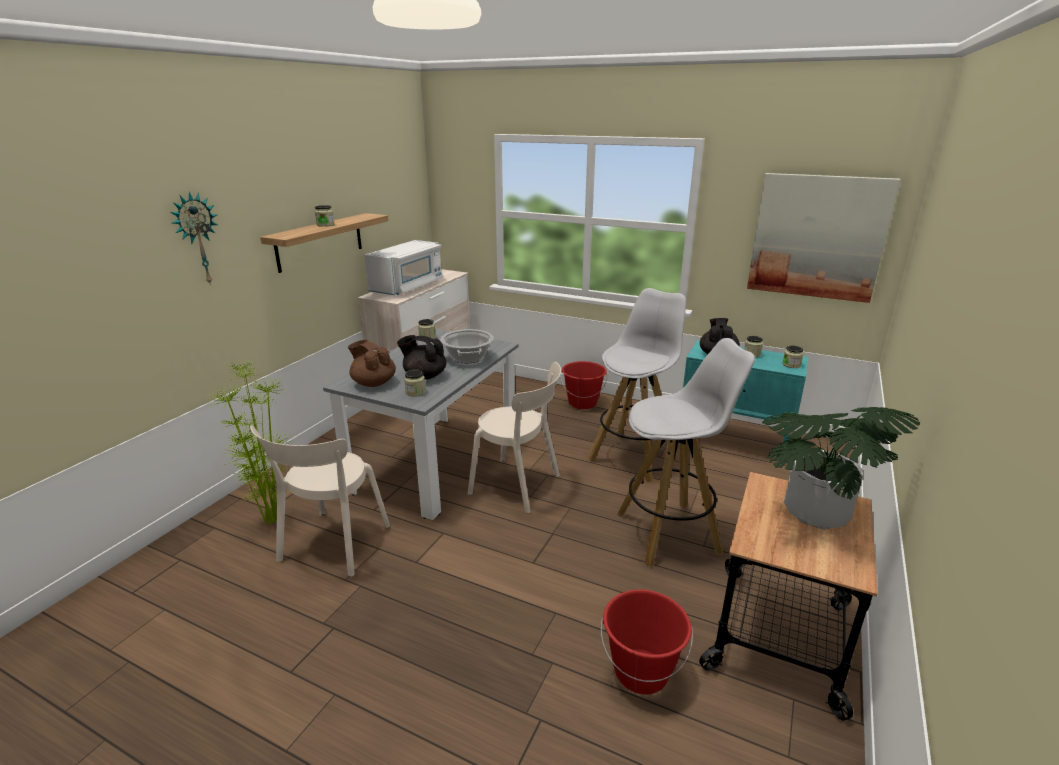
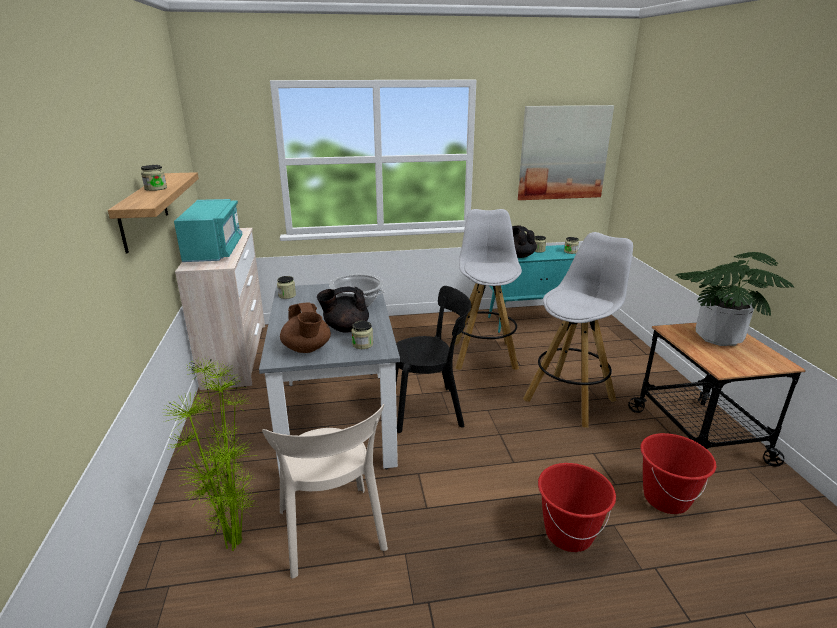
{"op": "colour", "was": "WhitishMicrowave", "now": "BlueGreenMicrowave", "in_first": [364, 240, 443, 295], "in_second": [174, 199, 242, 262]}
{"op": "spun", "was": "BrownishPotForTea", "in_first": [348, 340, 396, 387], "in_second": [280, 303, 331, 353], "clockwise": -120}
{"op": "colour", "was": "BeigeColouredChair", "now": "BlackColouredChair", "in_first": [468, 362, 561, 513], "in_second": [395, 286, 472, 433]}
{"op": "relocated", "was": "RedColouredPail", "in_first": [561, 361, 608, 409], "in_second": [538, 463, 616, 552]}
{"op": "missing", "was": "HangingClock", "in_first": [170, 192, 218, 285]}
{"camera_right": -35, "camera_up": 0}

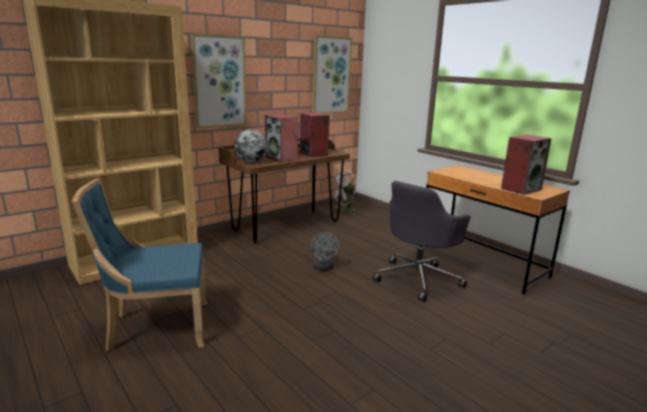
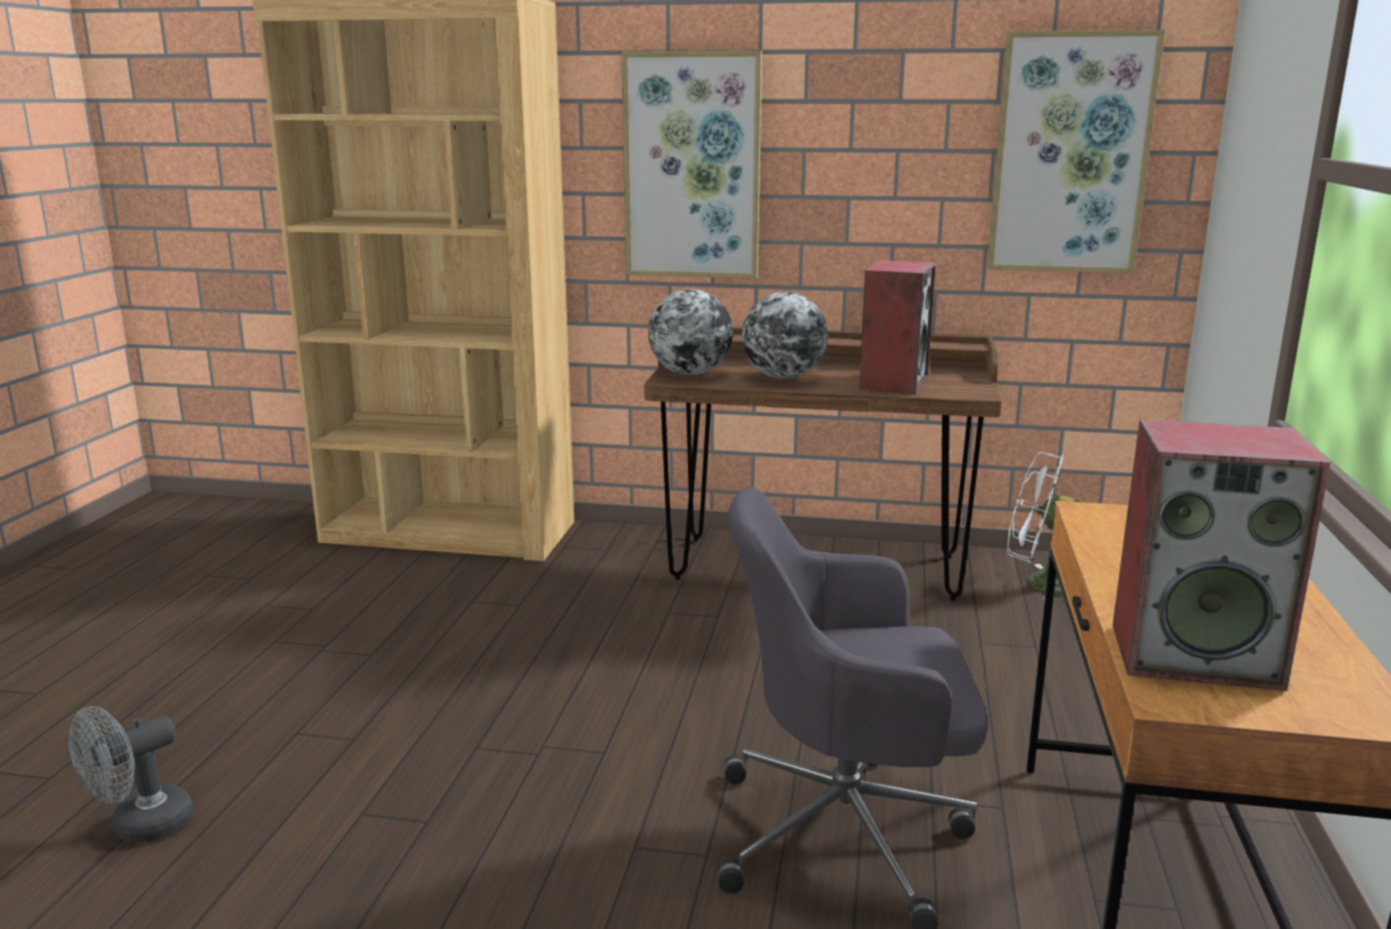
{"op": "relocated", "was": "GreyElectricFan", "in_first": [311, 232, 339, 271], "in_second": [69, 706, 194, 843]}
{"op": "exchanged", "was": "Speaker", "now": "DeskGlobe", "in_first": [265, 114, 298, 162], "in_second": [742, 292, 828, 379]}
{"op": "missing", "was": "BluishChair", "in_first": [72, 179, 207, 351]}
{"camera_right": 50, "camera_up": 0}

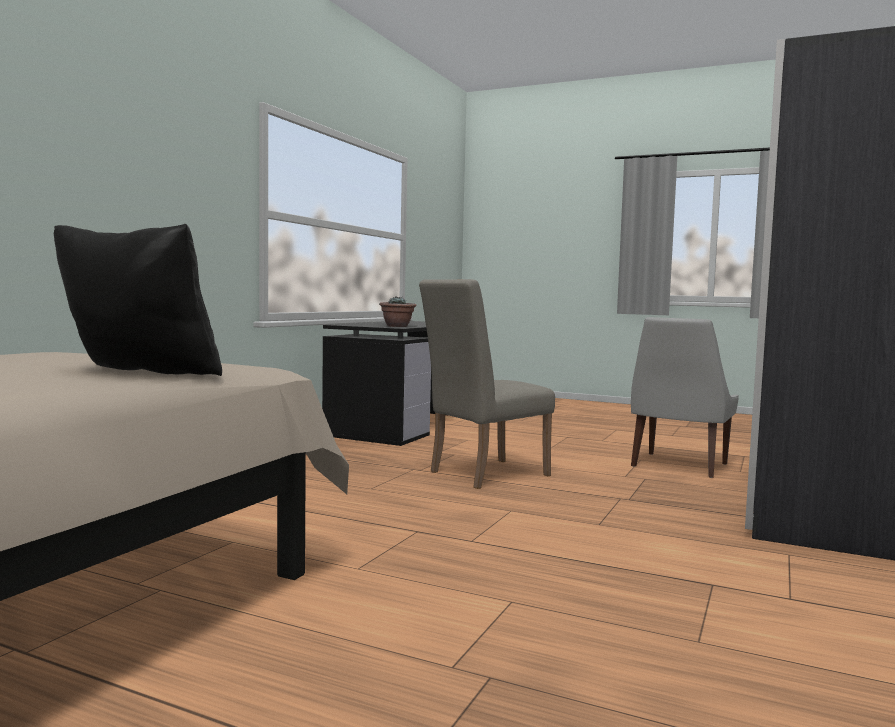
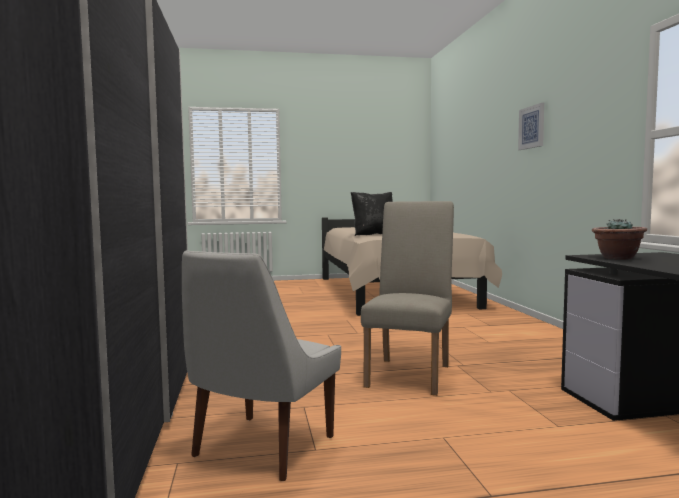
{"op": "spun", "was": "WhitishChair", "in_first": [631, 317, 739, 478], "in_second": [182, 251, 341, 481], "clockwise": -150}
{"op": "appeared", "now": "Picture", "in_second": [518, 103, 544, 150]}
{"camera_right": 145, "camera_up": 0}

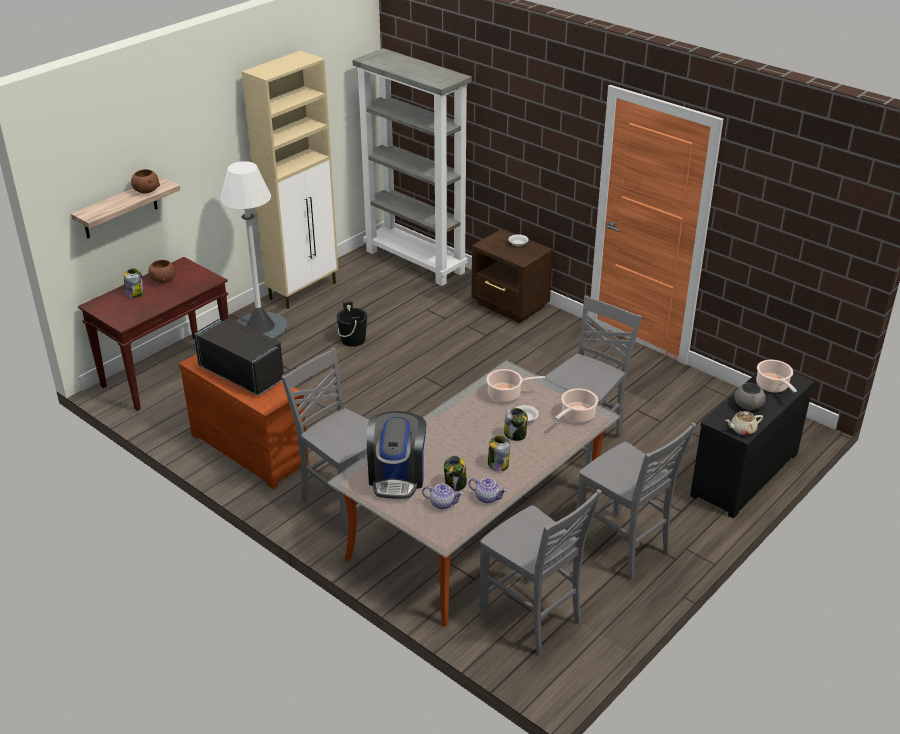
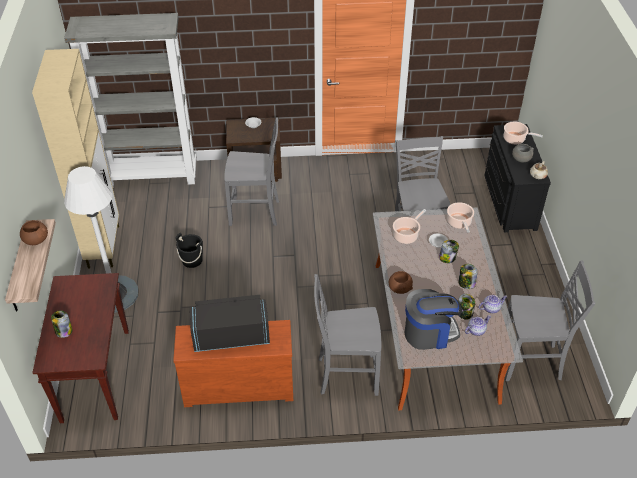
{"op": "relocated", "was": "GreyChair", "in_first": [575, 422, 696, 580], "in_second": [224, 117, 279, 226]}
{"op": "relocated", "was": "BrownishServingBowl", "in_first": [148, 260, 175, 283], "in_second": [389, 271, 413, 294]}
{"op": "spun", "was": "CoffeeBrewer", "in_first": [367, 411, 426, 499], "in_second": [405, 289, 462, 350], "clockwise": -60}
{"camera_right": -45, "camera_up": 10}

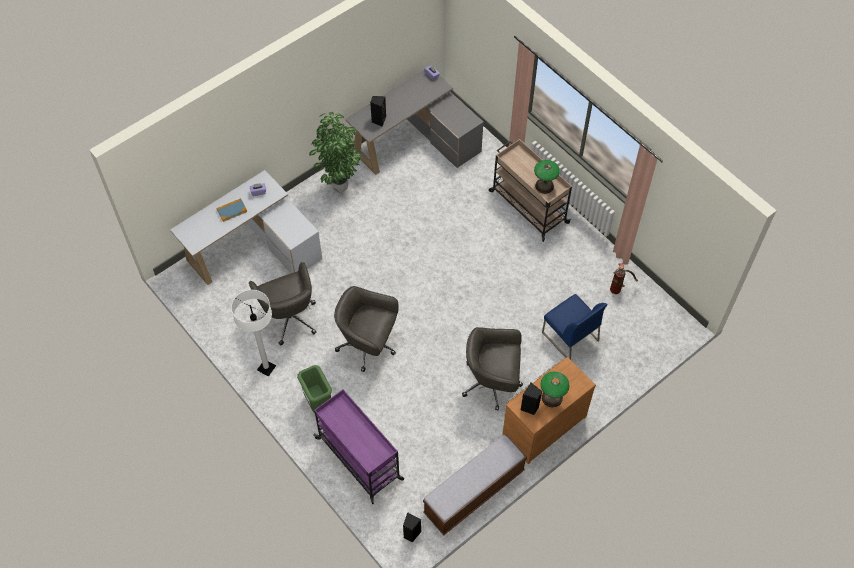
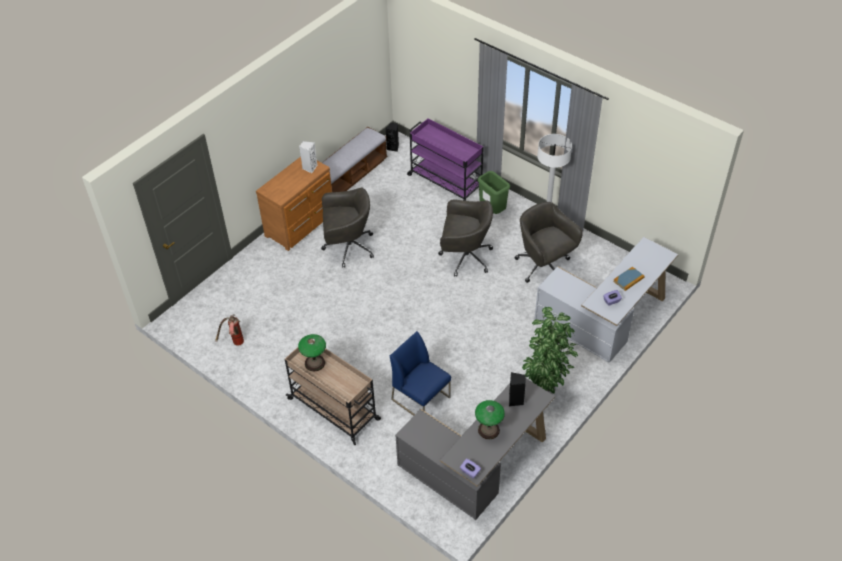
{"op": "colour", "was": "BlackColouredSpeaker", "now": "WhitishSpeaker", "in_first": [521, 383, 542, 415], "in_second": [299, 141, 317, 173]}
{"op": "relocated", "was": "BluishChair", "in_first": [542, 294, 608, 360], "in_second": [390, 331, 451, 416]}
{"op": "relocated", "was": "LampForATable", "in_first": [540, 371, 569, 407], "in_second": [475, 400, 505, 439]}
{"camera_right": 170, "camera_up": -10}

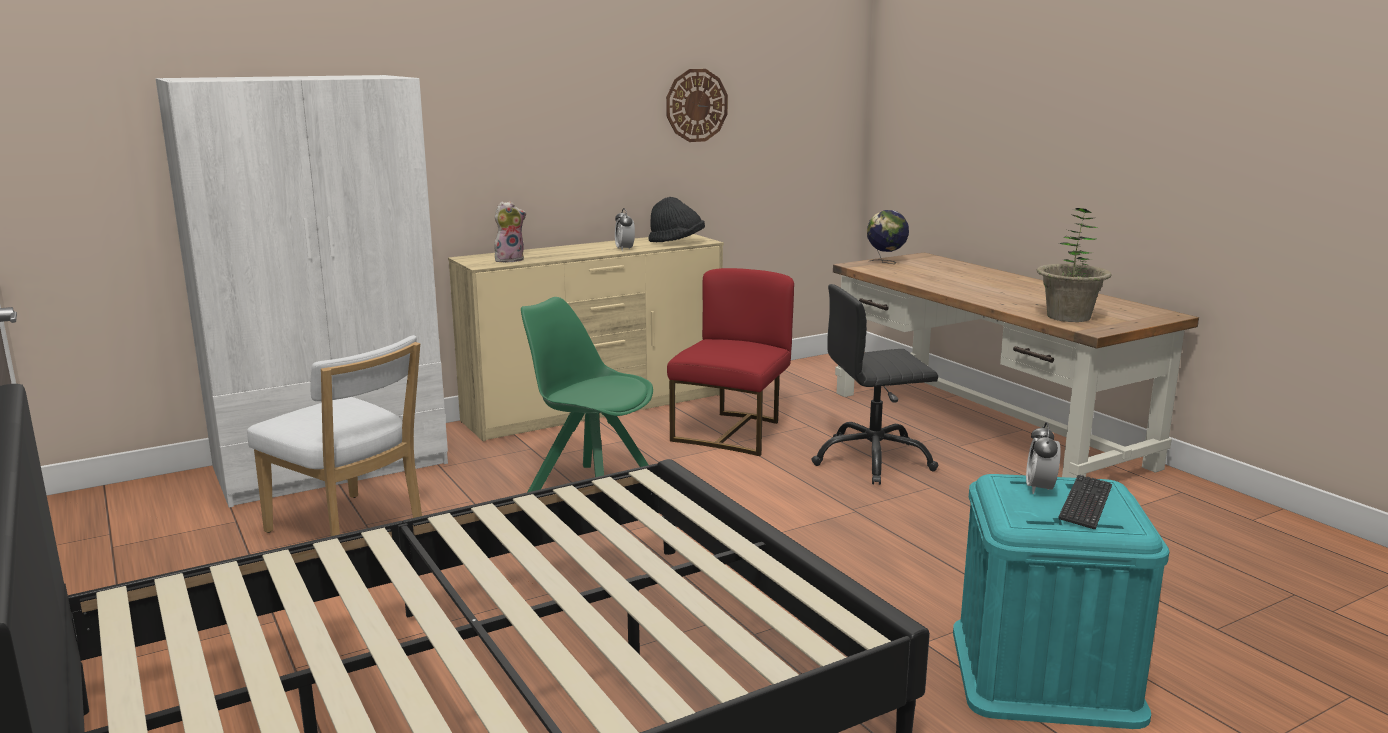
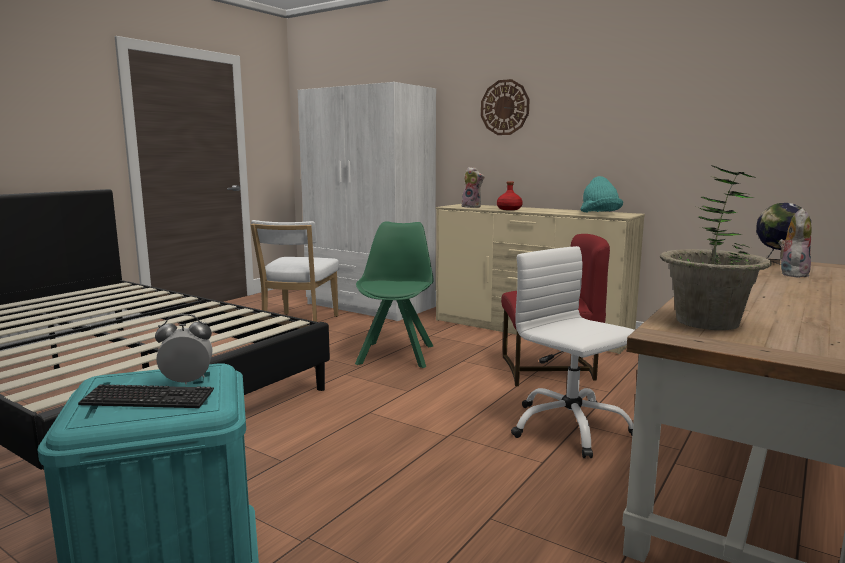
{"op": "relocated", "was": "HangingClock", "in_first": [666, 69, 728, 142], "in_second": [481, 79, 530, 135]}
{"op": "appeared", "now": "RedColouredBottle", "in_second": [497, 181, 523, 210]}
{"op": "colour", "was": "BlackColouredDeskChair", "now": "WhitishDeskChair", "in_first": [811, 284, 939, 485], "in_second": [511, 246, 635, 458]}
{"op": "colour", "was": "BlackColouredWearableHat", "now": "BlueGreenWearableHat", "in_first": [648, 197, 705, 242], "in_second": [581, 176, 623, 213]}
{"op": "appeared", "now": "CuddlyToy", "in_second": [779, 208, 812, 277]}
{"op": "missing", "was": "BedsideClock", "in_first": [615, 208, 635, 251]}
{"camera_right": 65, "camera_up": -5}

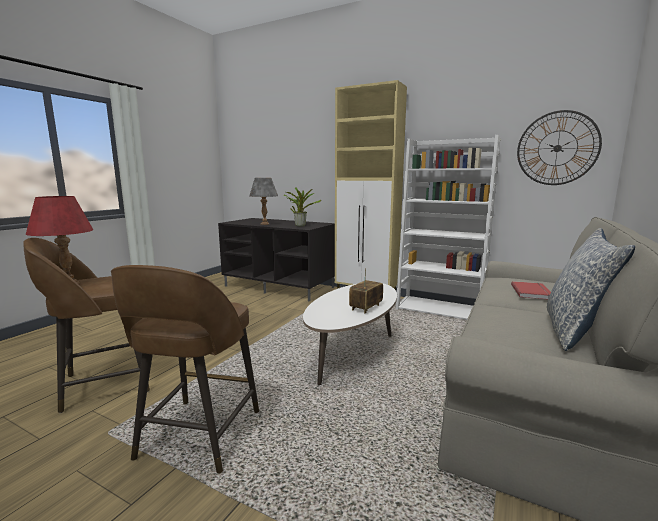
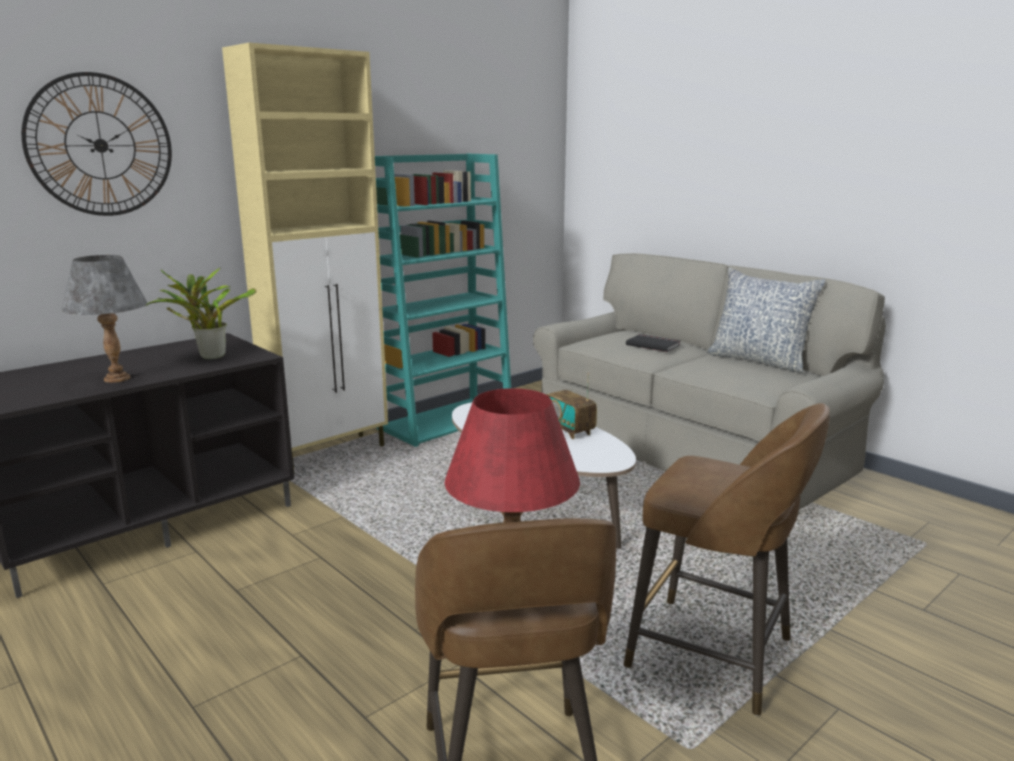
{"op": "relocated", "was": "HangingClock", "in_first": [517, 110, 602, 185], "in_second": [21, 72, 172, 216]}
{"op": "colour", "was": "WhitishShelvingUnit", "now": "BlueGreenShelvingUnit", "in_first": [396, 135, 501, 320], "in_second": [375, 154, 511, 447]}
{"op": "colour", "was": "RedColouredBook", "now": "BlackColouredBook", "in_first": [511, 281, 551, 299], "in_second": [626, 334, 680, 352]}
{"camera_right": -70, "camera_up": 5}

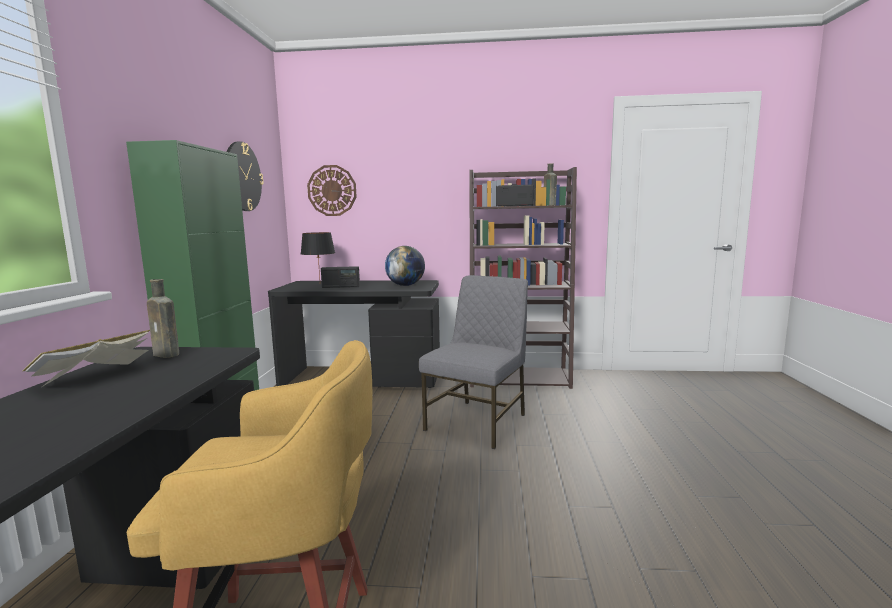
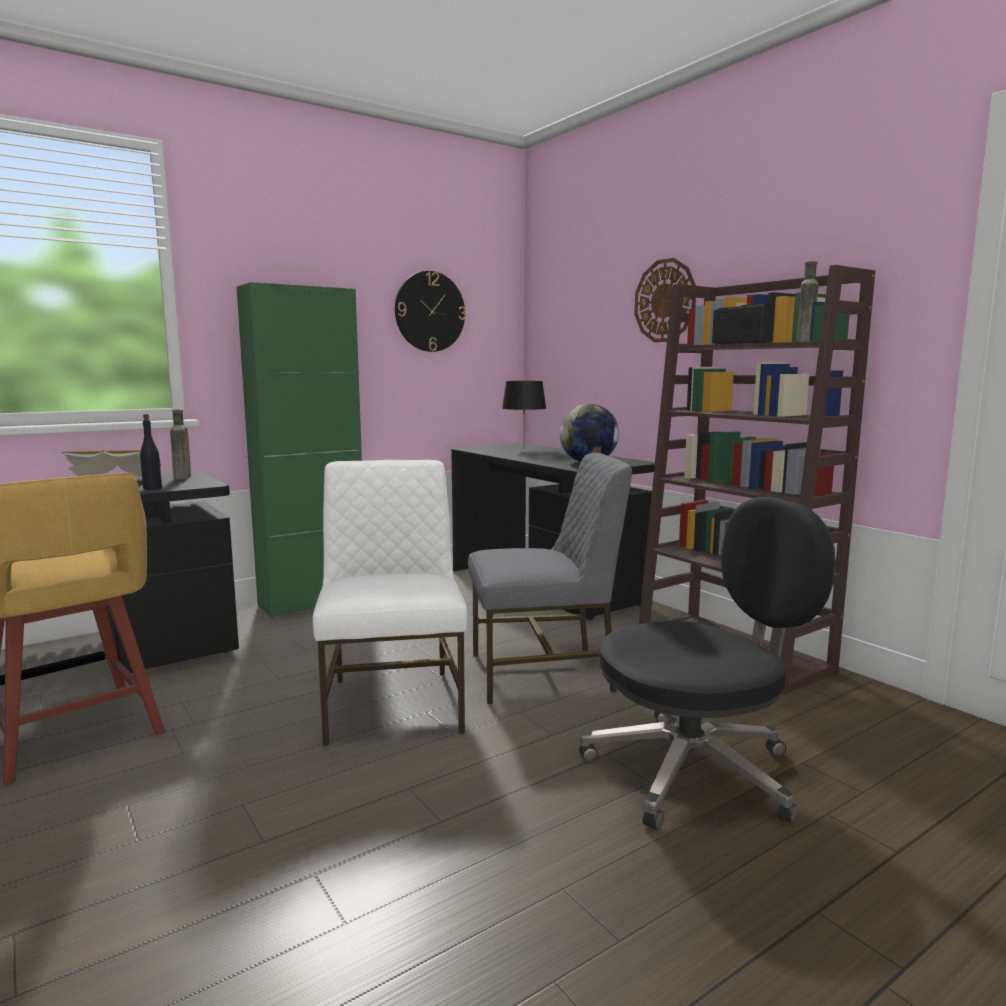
{"op": "appeared", "now": "BlackColouredBottle", "in_second": [140, 414, 162, 490]}
{"op": "appeared", "now": "WhitishChair", "in_second": [312, 460, 468, 746]}
{"op": "appeared", "now": "BlackColouredDeskChair", "in_second": [579, 497, 836, 830]}
{"op": "relocated", "was": "HangingClock", "in_first": [307, 165, 357, 216], "in_second": [634, 258, 696, 342]}
{"op": "missing", "was": "Radio", "in_first": [321, 266, 360, 288]}
{"camera_right": 50, "camera_up": 0}

